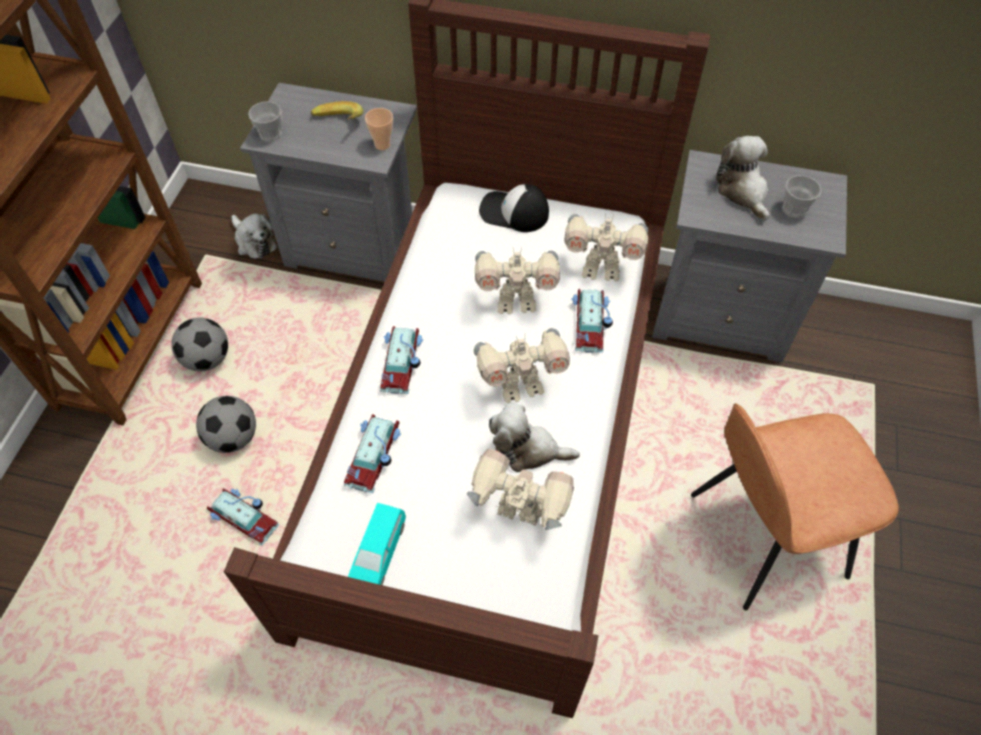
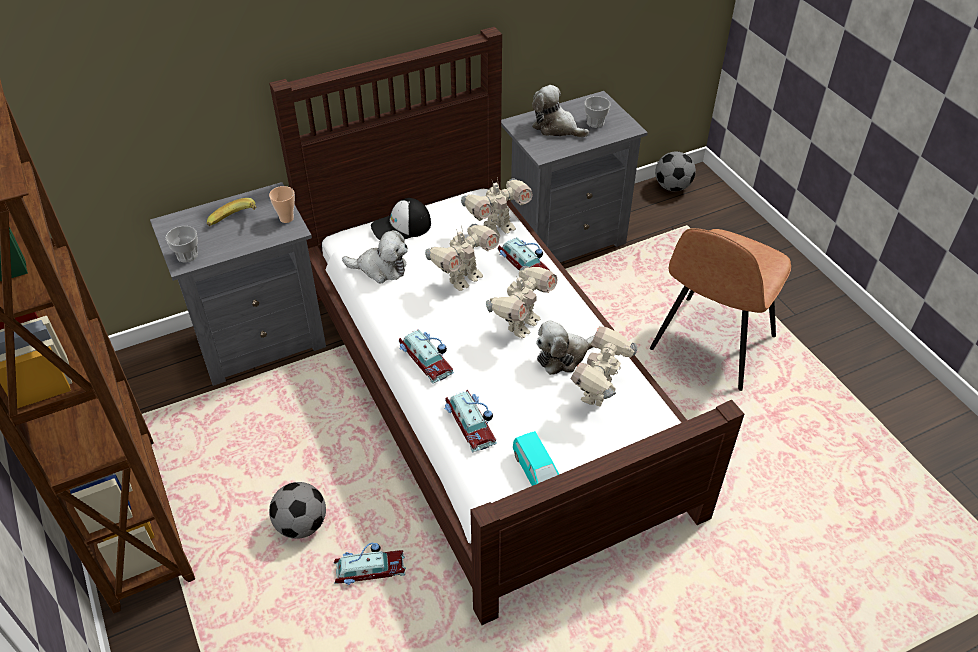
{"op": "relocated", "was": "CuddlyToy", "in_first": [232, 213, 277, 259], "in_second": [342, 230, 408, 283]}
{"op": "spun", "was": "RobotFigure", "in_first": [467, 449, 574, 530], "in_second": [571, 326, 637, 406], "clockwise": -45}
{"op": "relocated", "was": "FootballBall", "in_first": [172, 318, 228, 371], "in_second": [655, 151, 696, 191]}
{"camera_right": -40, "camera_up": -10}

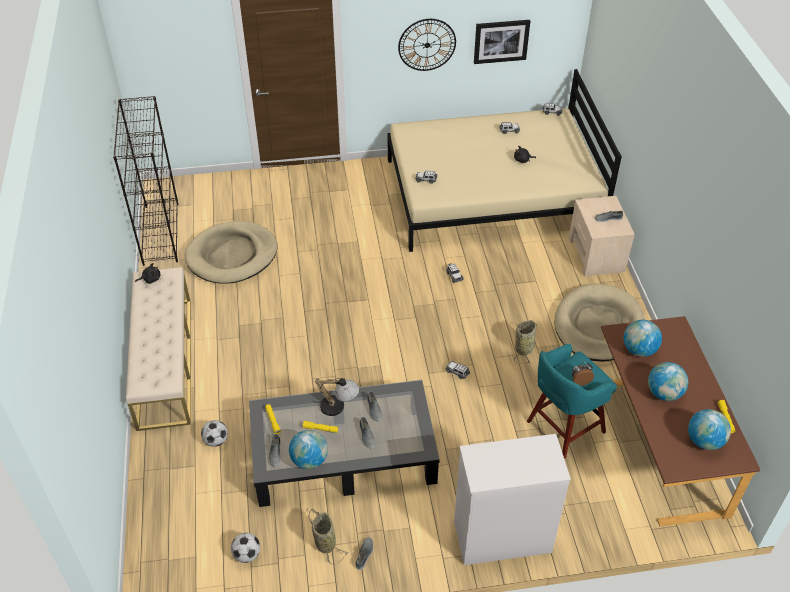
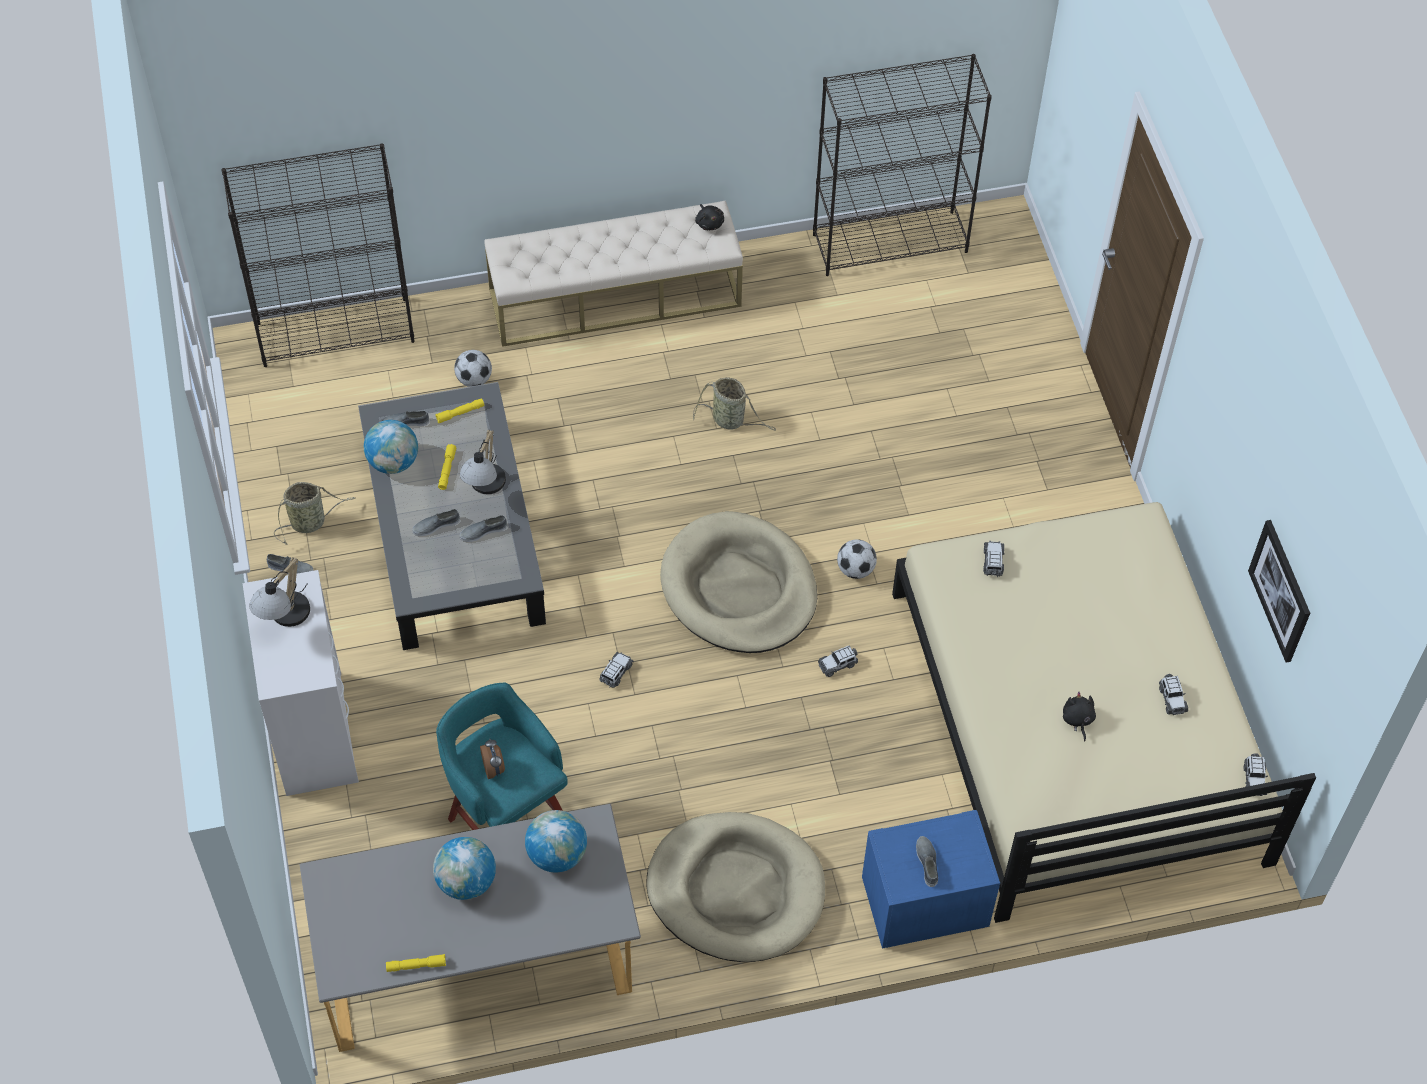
{"op": "appeared", "now": "BlackColouredShelvingUnit", "in_second": [221, 143, 415, 367]}
{"op": "appeared", "now": "LampForATable", "in_second": [249, 557, 310, 627]}
{"op": "colour", "was": "BrownishDesk", "now": "GreyDesk", "in_first": [601, 316, 761, 527], "in_second": [300, 804, 641, 1052]}
{"op": "relocated", "was": "BeigeColouredDogBed", "in_first": [185, 221, 277, 284], "in_second": [660, 511, 817, 653]}
{"op": "relocated", "was": "StorageBasket", "in_first": [514, 320, 537, 364], "in_second": [693, 377, 776, 431]}
{"op": "relocated", "was": "FootballBall", "in_first": [231, 533, 260, 563], "in_second": [837, 539, 877, 579]}
{"op": "colour", "was": "BeigeColouredNightTable", "now": "BluishNightTable", "in_first": [569, 196, 635, 276], "in_second": [862, 810, 1000, 949]}
{"op": "missing", "was": "HangingClock", "in_first": [398, 19, 456, 71]}
{"op": "missing", "was": "DeskGlobe", "in_first": [688, 409, 731, 450]}
{"camera_right": 85, "camera_up": 10}

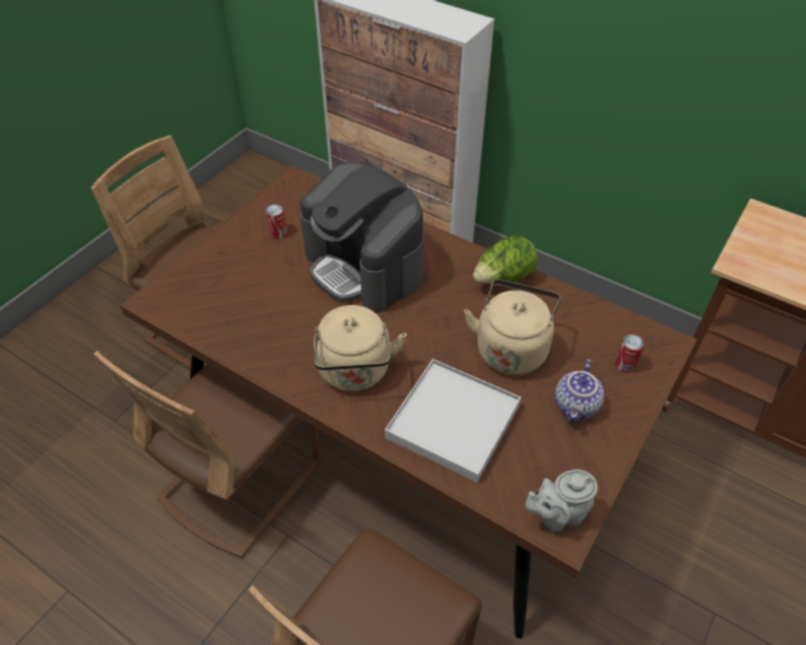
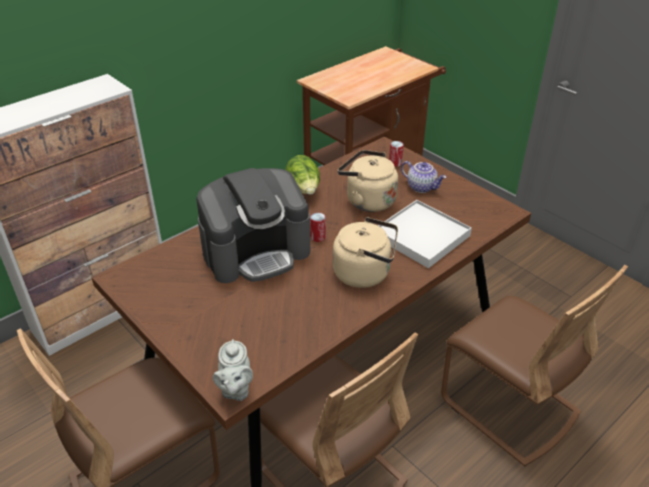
{"op": "relocated", "was": "GreyPotForTea", "in_first": [525, 469, 598, 532], "in_second": [213, 339, 253, 401]}
{"op": "relocated", "was": "Can", "in_first": [266, 204, 287, 239], "in_second": [310, 212, 326, 242]}
{"camera_right": -75, "camera_up": -10}

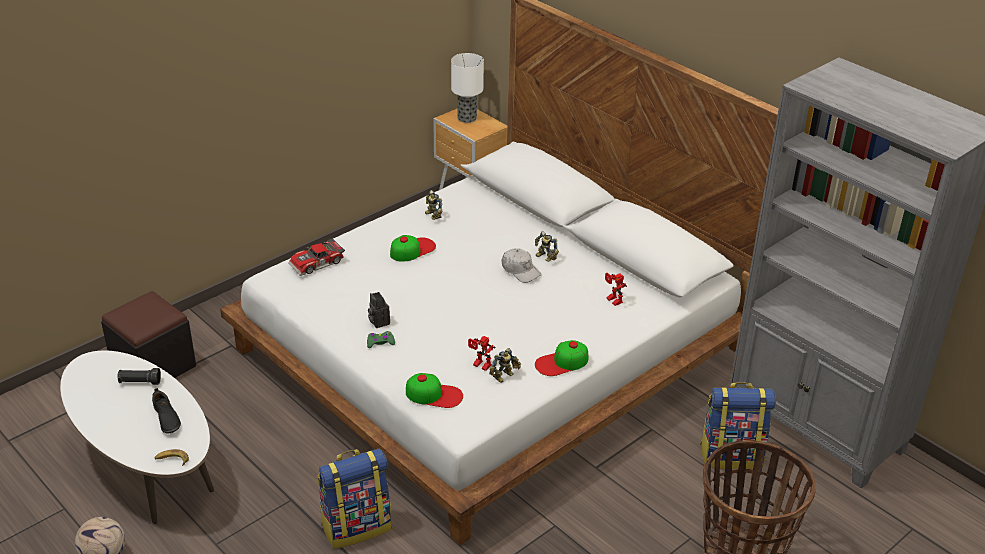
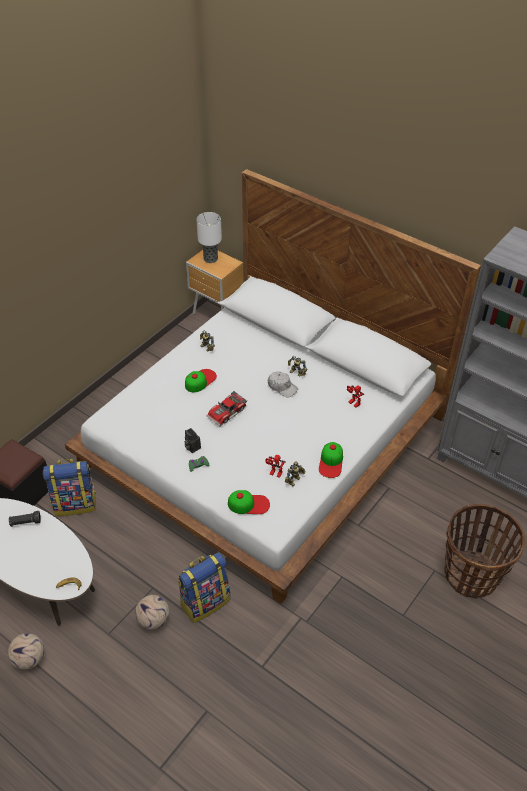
{"op": "relocated", "was": "Knapsack", "in_first": [700, 382, 776, 469], "in_second": [43, 459, 96, 516]}
{"op": "appeared", "now": "FootballBall", "in_second": [135, 595, 169, 630]}
{"op": "relocated", "was": "ModelCar", "in_first": [288, 238, 345, 276], "in_second": [207, 391, 247, 426]}
{"op": "spun", "was": "Cap", "in_first": [535, 340, 588, 376], "in_second": [319, 442, 343, 478], "clockwise": -45}
{"op": "missing", "was": "BlackColouredItemOfFootwear", "in_first": [152, 388, 181, 434]}
{"camera_right": -10, "camera_up": 10}

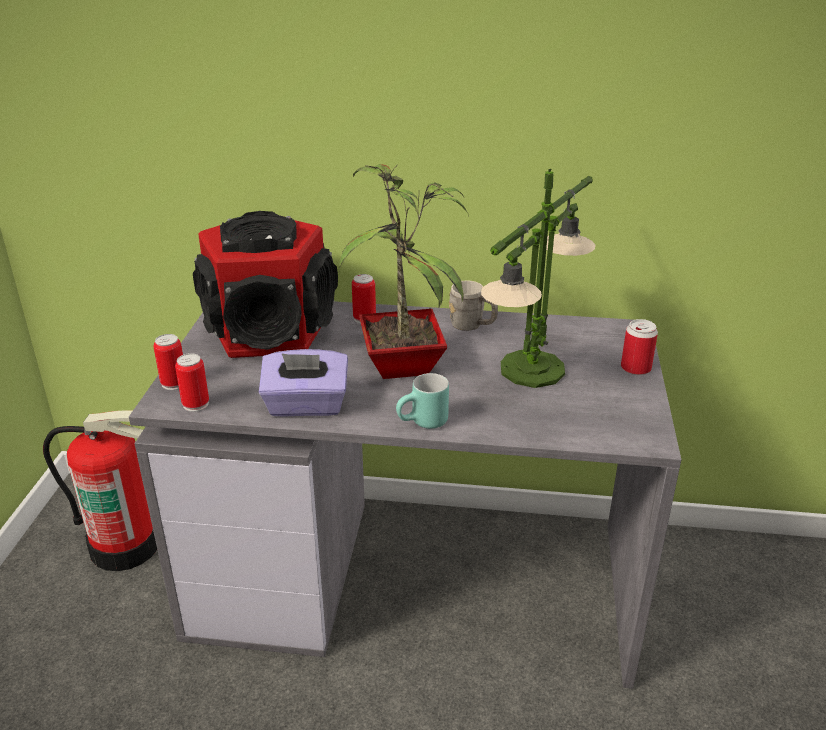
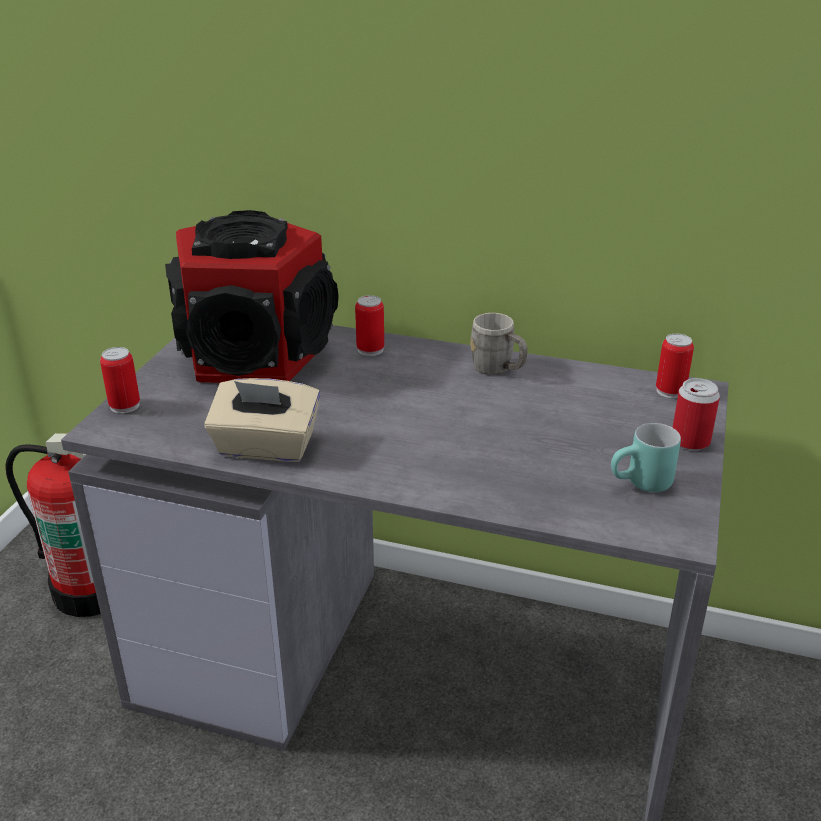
{"op": "colour", "was": "PurplishTissueBox", "now": "BeigeColouredTissueBox", "in_first": [259, 349, 348, 417], "in_second": [204, 378, 320, 462]}
{"op": "relocated", "was": "BlueGreenMug", "in_first": [396, 373, 449, 429], "in_second": [611, 423, 681, 492]}
{"op": "relocated", "was": "Can", "in_first": [175, 353, 209, 412], "in_second": [656, 333, 694, 399]}
{"op": "missing", "was": "PlantInAPot", "in_first": [339, 164, 469, 379]}
{"op": "missing", "was": "LampForATable", "in_first": [481, 169, 596, 388]}
{"camera_right": 10, "camera_up": 0}

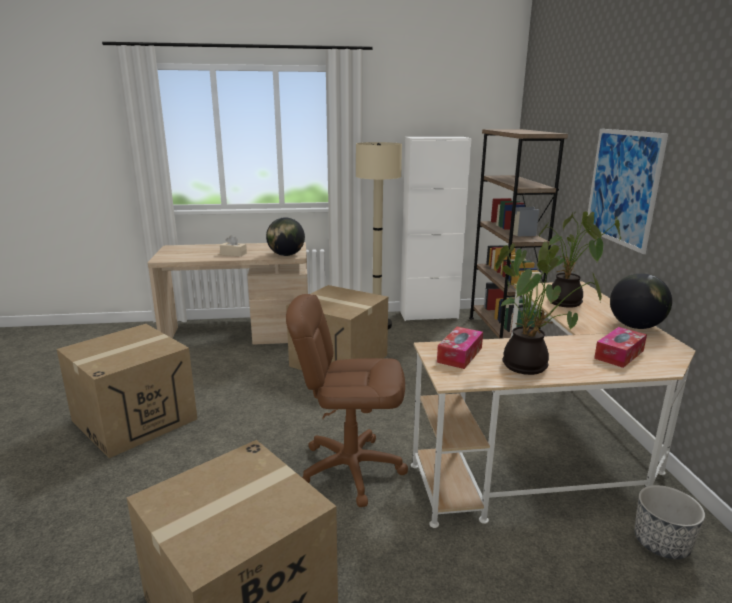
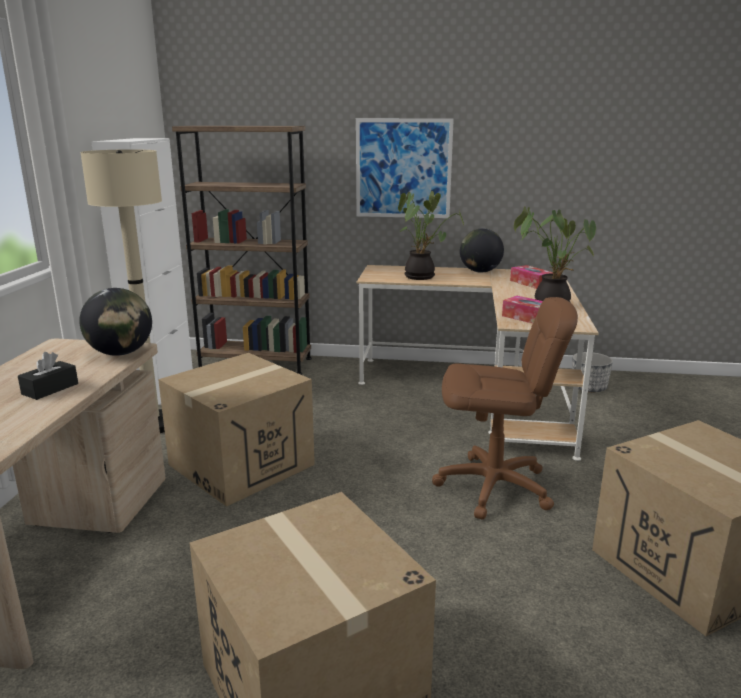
{"op": "colour", "was": "BeigeColouredTissueBox", "now": "BlackColouredTissueBox", "in_first": [220, 235, 247, 257], "in_second": [18, 352, 78, 400]}
{"op": "spun", "was": "BrownishDeskChair", "in_first": [286, 294, 408, 507], "in_second": [432, 297, 578, 520], "clockwise": -105}
{"camera_right": -75, "camera_up": 0}

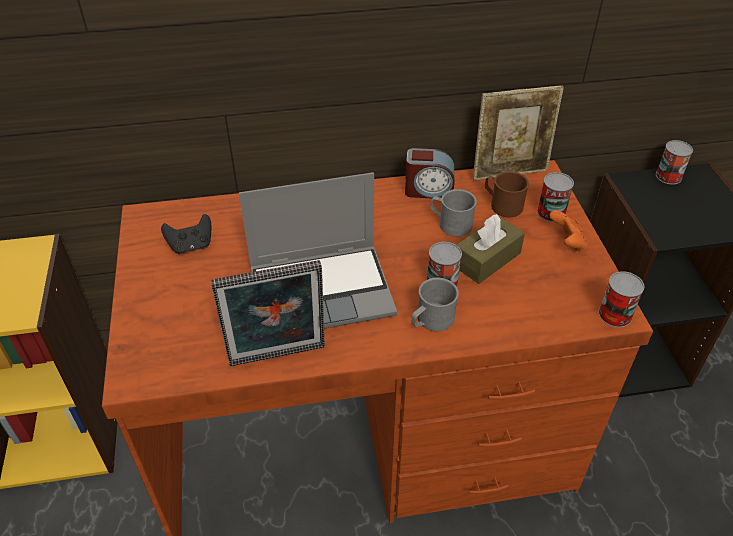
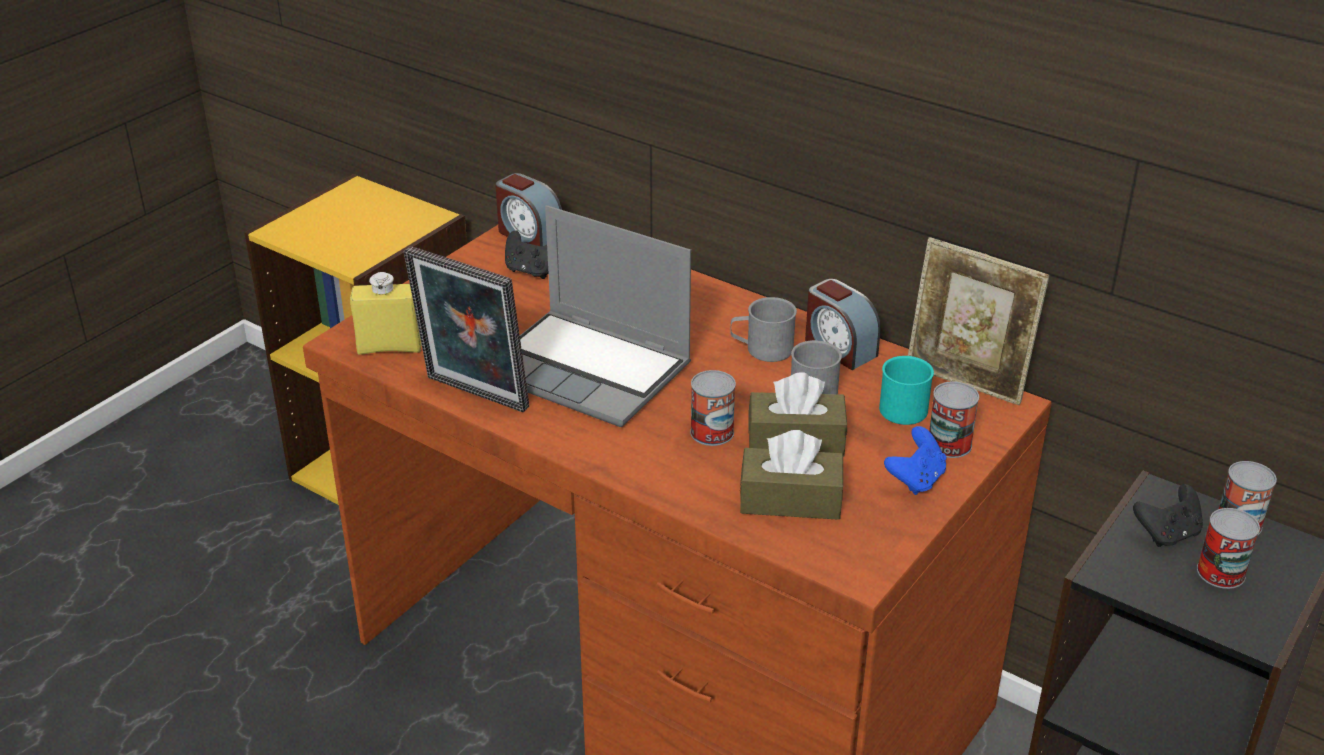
{"op": "appeared", "now": "YellowBottle", "in_second": [350, 272, 422, 355]}
{"op": "appeared", "now": "BedsideClock", "in_second": [495, 173, 562, 246]}
{"op": "relocated", "was": "GreyMug", "in_first": [411, 278, 459, 331], "in_second": [730, 297, 797, 362]}
{"op": "appeared", "now": "BrownishTissueBox", "in_second": [740, 430, 843, 520]}
{"op": "colour", "was": "BrownishMug", "now": "BlueGreenMug", "in_first": [485, 171, 529, 217], "in_second": [879, 356, 934, 425]}
{"op": "colour", "was": "OrangeGameController", "now": "BluishGameController", "in_first": [549, 210, 587, 252], "in_second": [884, 426, 947, 495]}
{"op": "appeared", "now": "BlackColouredGameController", "in_second": [1133, 484, 1203, 547]}
{"op": "relocated", "was": "Can", "in_first": [599, 271, 644, 327], "in_second": [1197, 508, 1260, 589]}
{"camera_right": 45, "camera_up": -10}

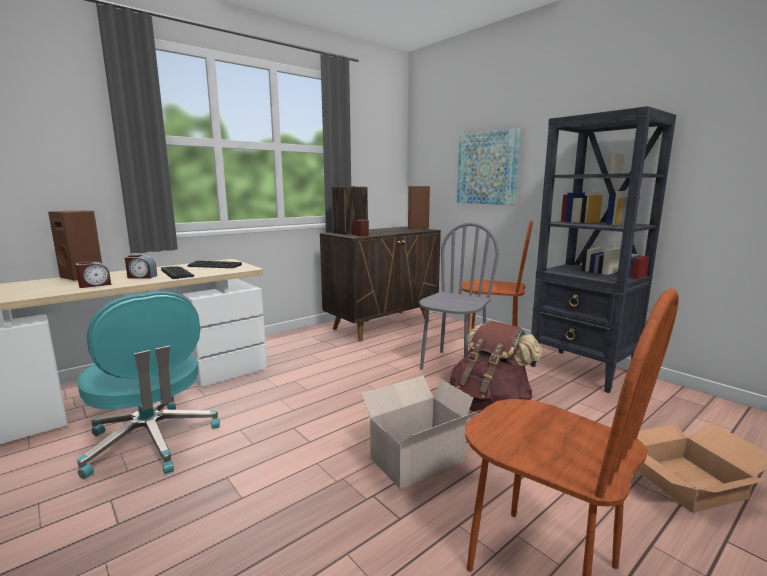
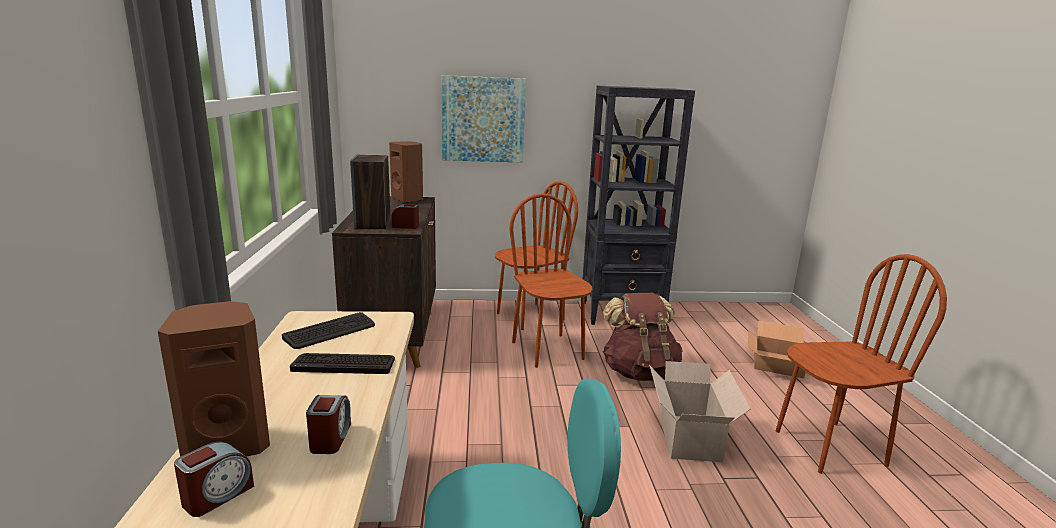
{"op": "relocated", "was": "BedsideClock", "in_first": [125, 255, 157, 278], "in_second": [174, 441, 254, 517]}
{"op": "colour", "was": "GreyChair", "now": "BrownishChair", "in_first": [420, 222, 499, 370], "in_second": [509, 193, 592, 368]}
{"camera_right": -55, "camera_up": 5}

